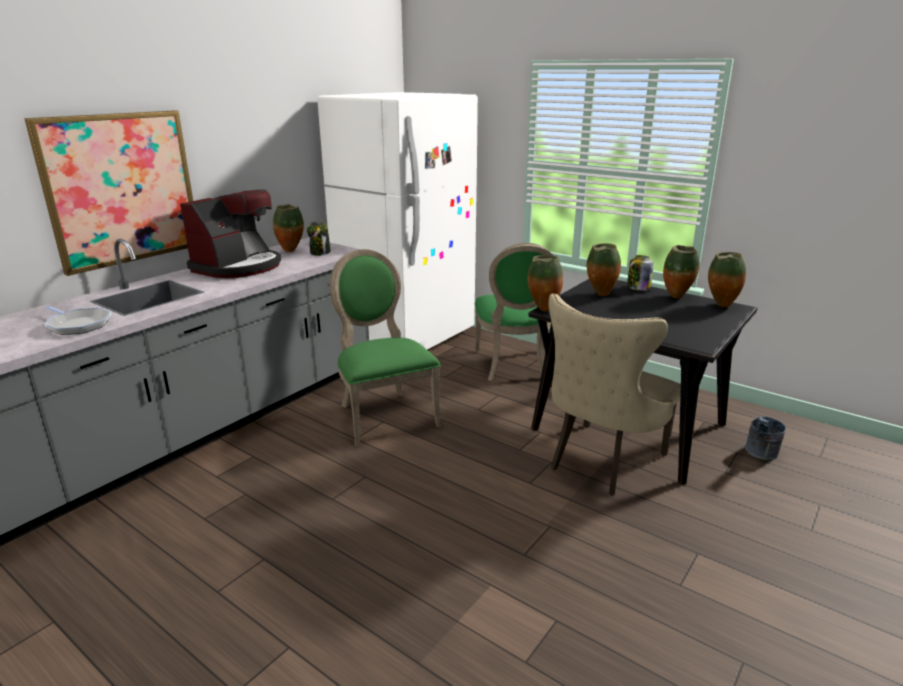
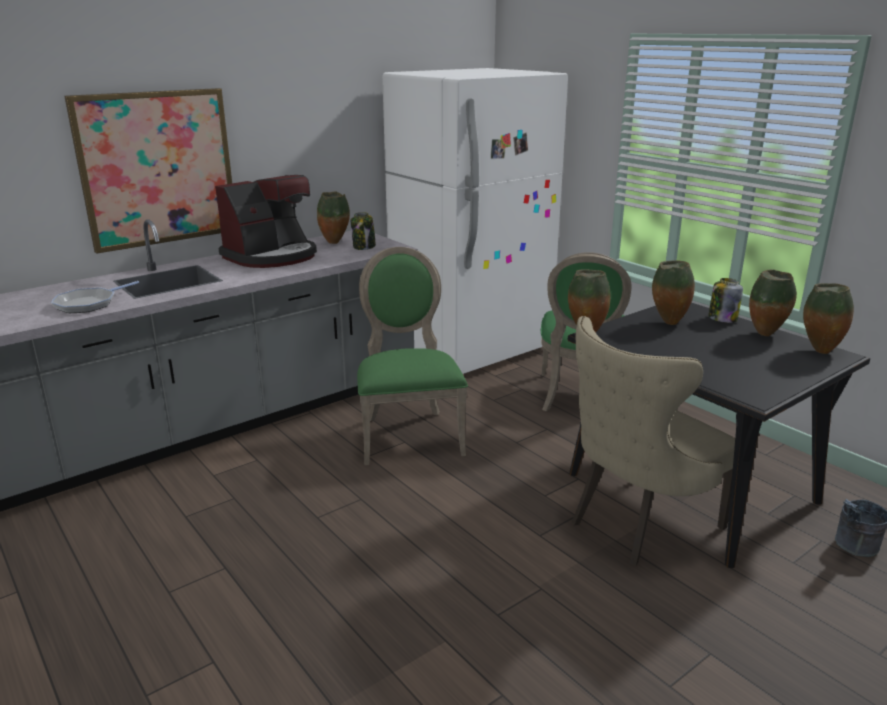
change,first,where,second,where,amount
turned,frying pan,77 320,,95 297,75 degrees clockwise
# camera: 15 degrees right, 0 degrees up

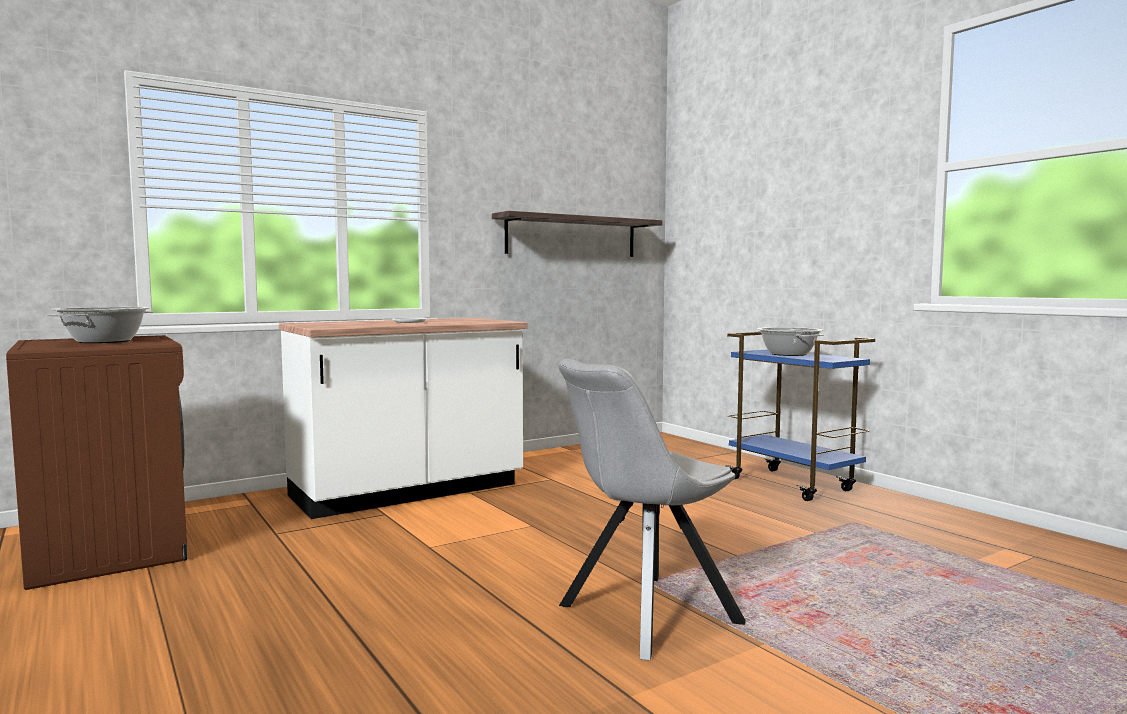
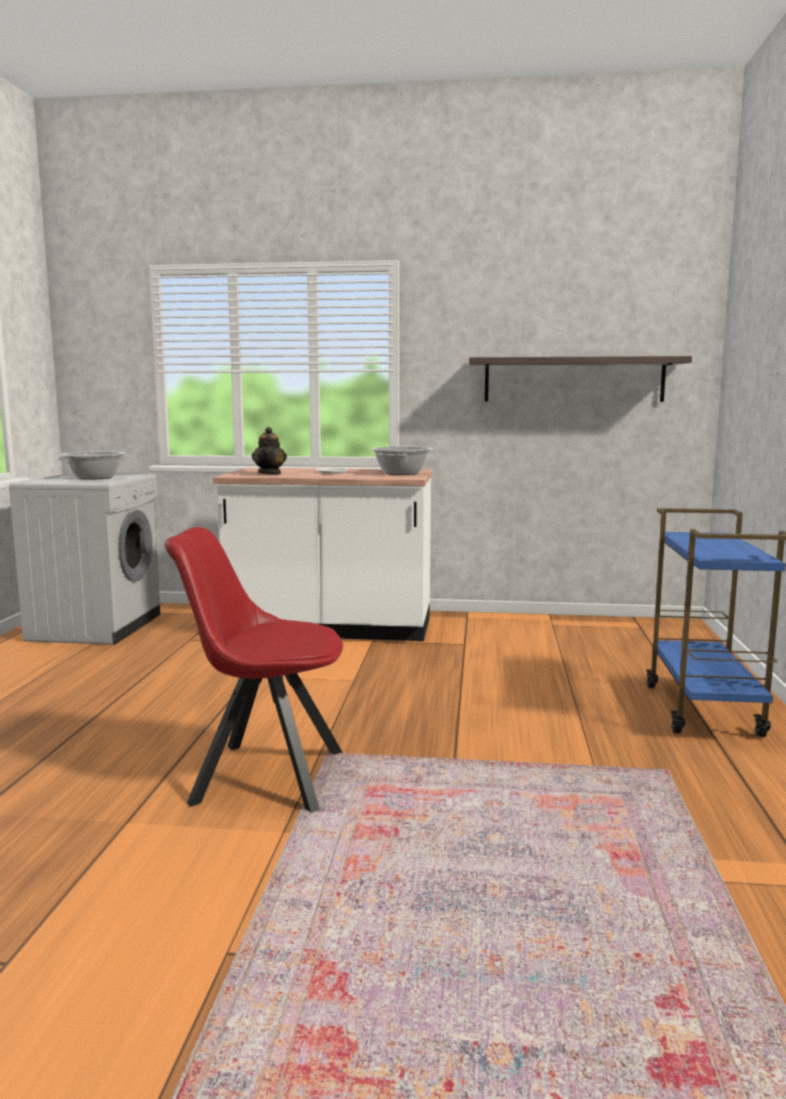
change,first,where,second,where,amount
recoloured,brown washing machine,97 462,white washing machine,84 559,
recoloured,grey chair,652 509,red chair,253 670,
added,,,teapot,269 450,
moved,cooking pot,790 341,,402 461,
# camera: 40 degrees right, 5 degrees up

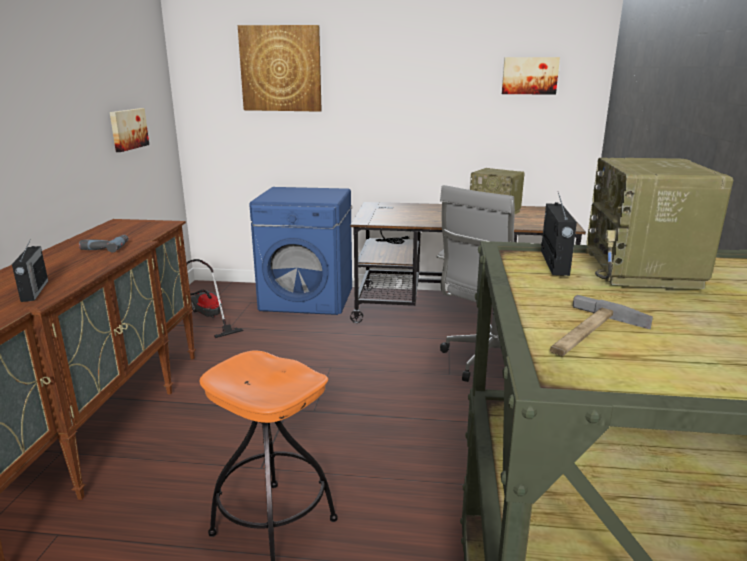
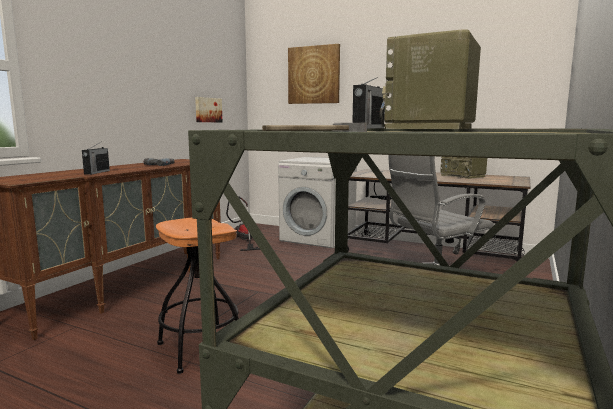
change,first,where,second,where,amount
recoloured,blue washing machine,300 251,white washing machine,317 202,
removed,picture,531 75,,,
# camera: 20 degrees right, 10 degrees down

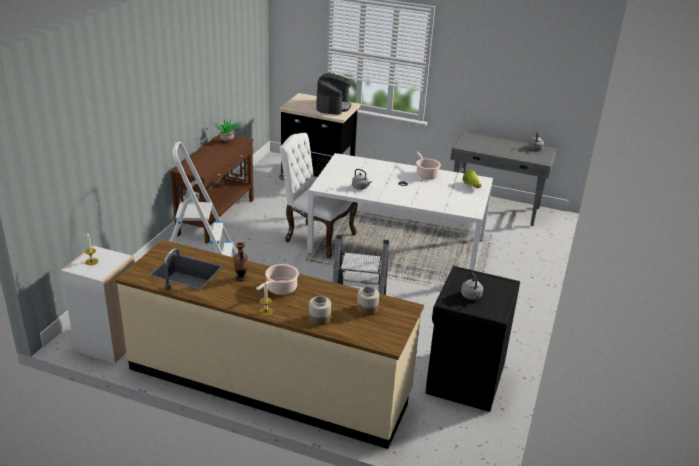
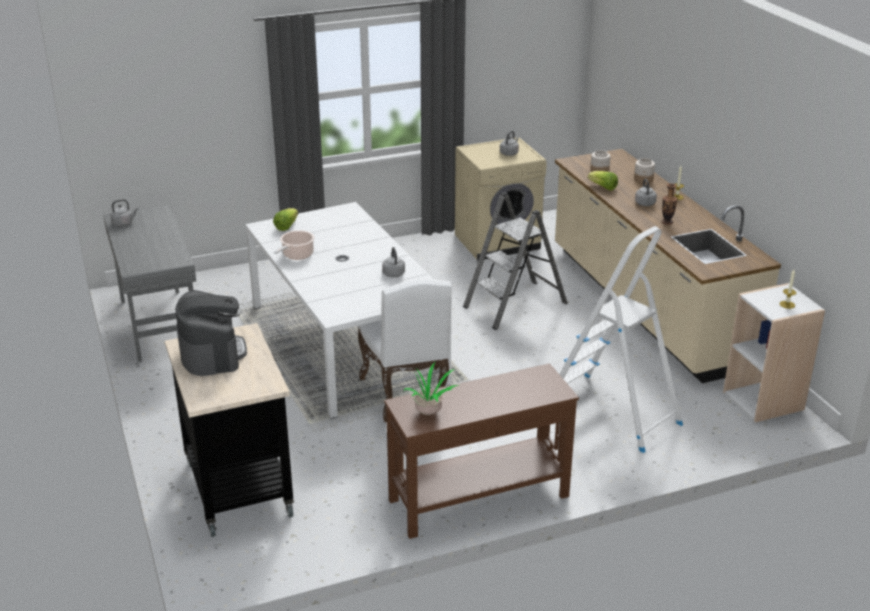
change,first,where,second,where,amount
turned,coffee machine,333 94,,211 333,105 degrees clockwise
recoloured,black washing machine,472 339,beige washing machine,501 198,
added,,,lettuce,603 181,
replaced,cooking pot,277 279,grey kettle,646 192,
# camera: 130 degrees left, 0 degrees up

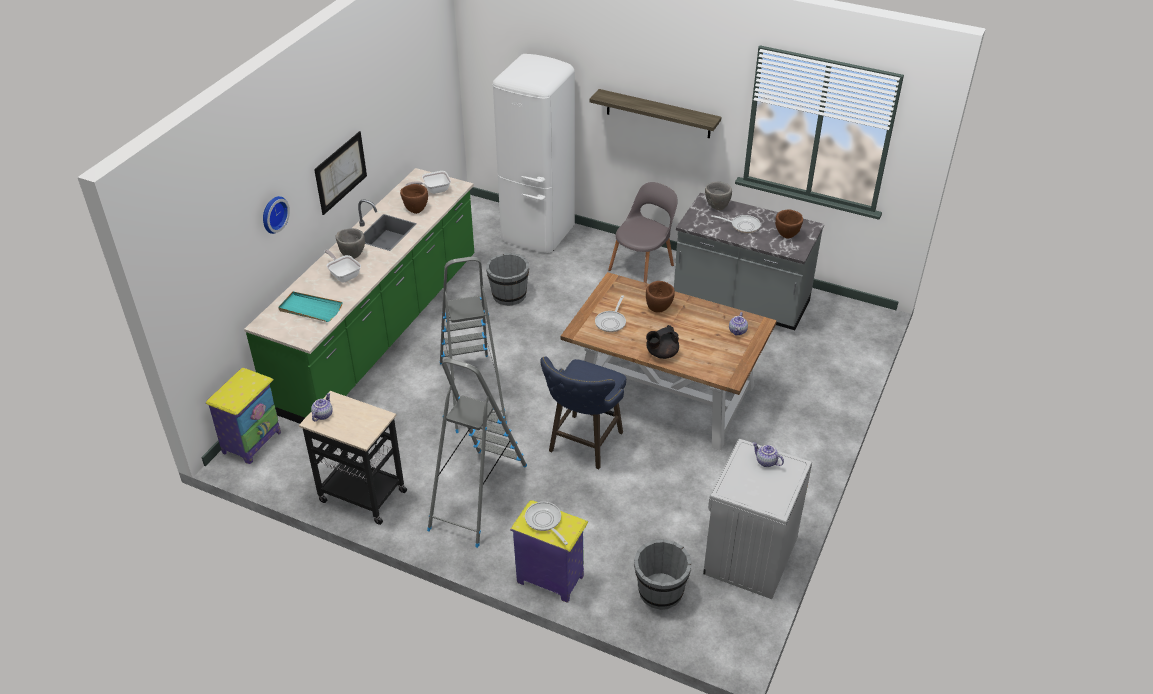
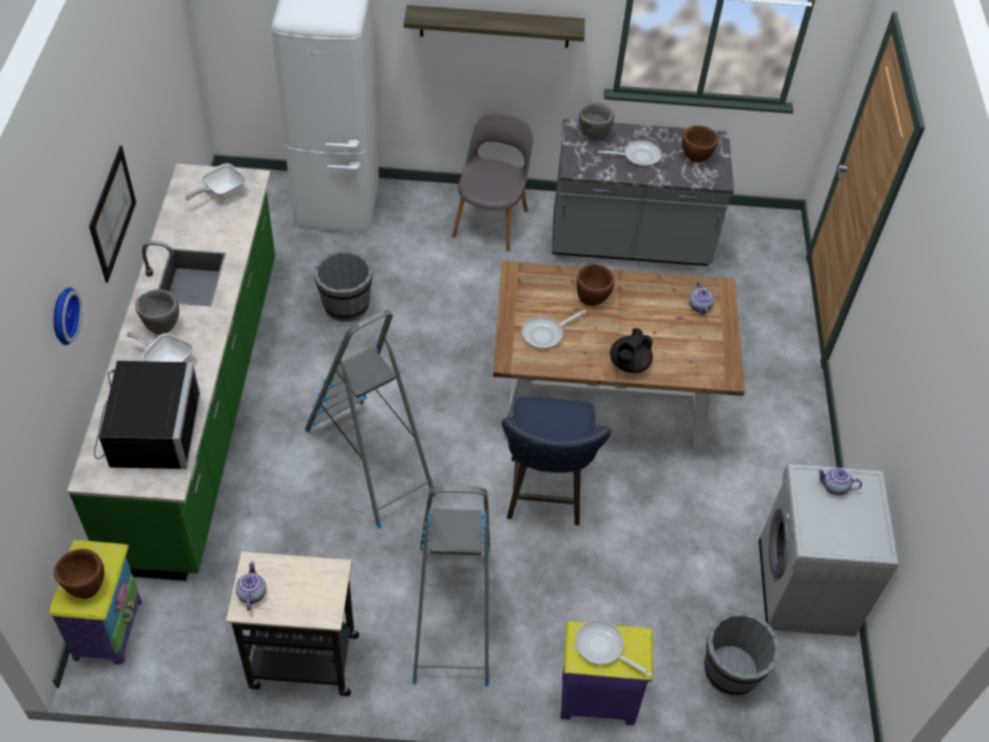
change,first,where,second,where,amount
moved,brown bowl,414 199,,79 574,
replaced,turquoise tray,310 306,black microwave,147 415,
turned,frying pan,610 313,,554 329,60 degrees clockwise
# camera: 25 degrees left, 10 degrees up

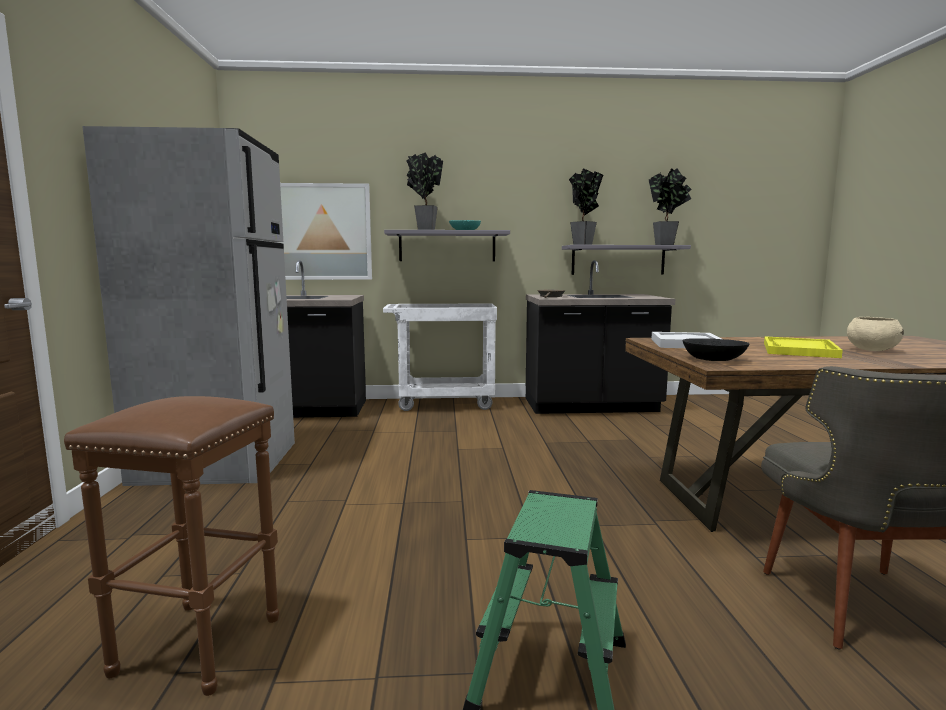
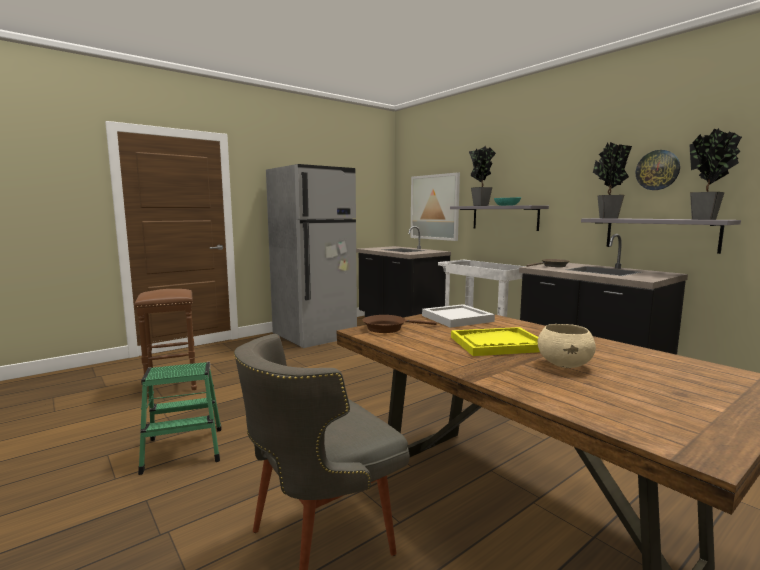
change,first,where,second,where,amount
replaced,black bowl,716 349,brown frying pan,400 324,
added,,,wall clock,658 170,
# camera: 55 degrees right, 0 degrees up

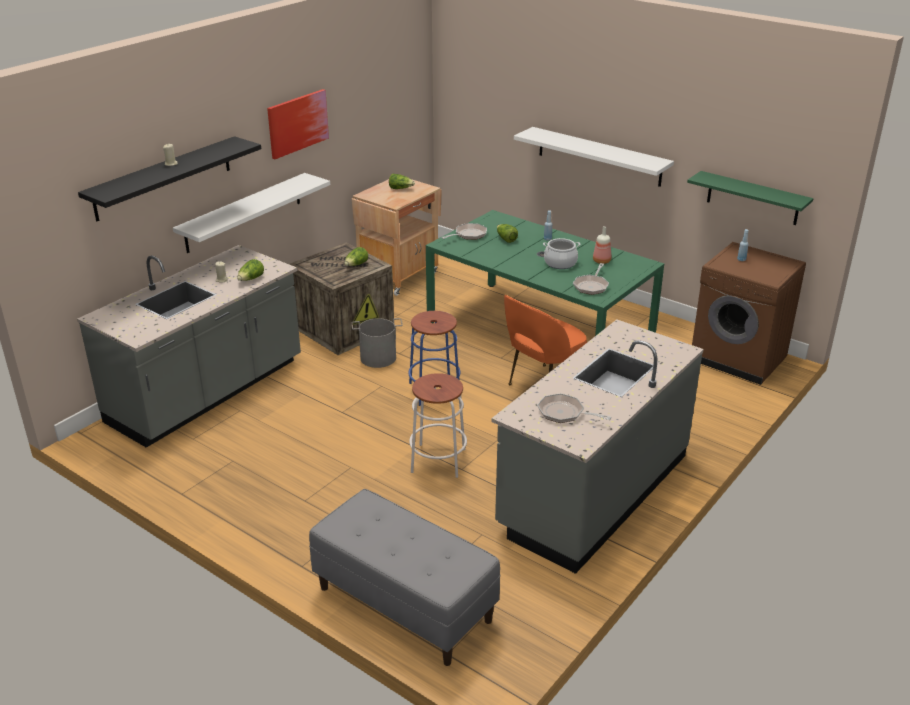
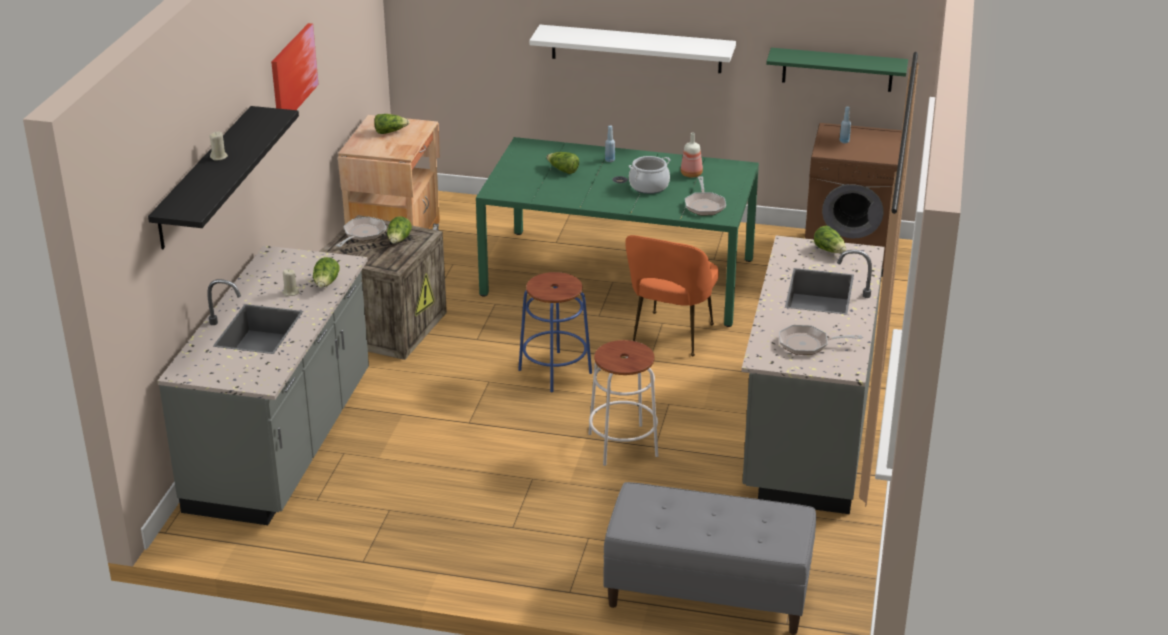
change,first,where,second,where,amount
moved,frying pan,464 231,,361 232,
added,,,lettuce,830 239,
removed,white shelf,251 213,,,
removed,grey bucket,377 343,,,
# camera: 25 degrees left, 0 degrees up

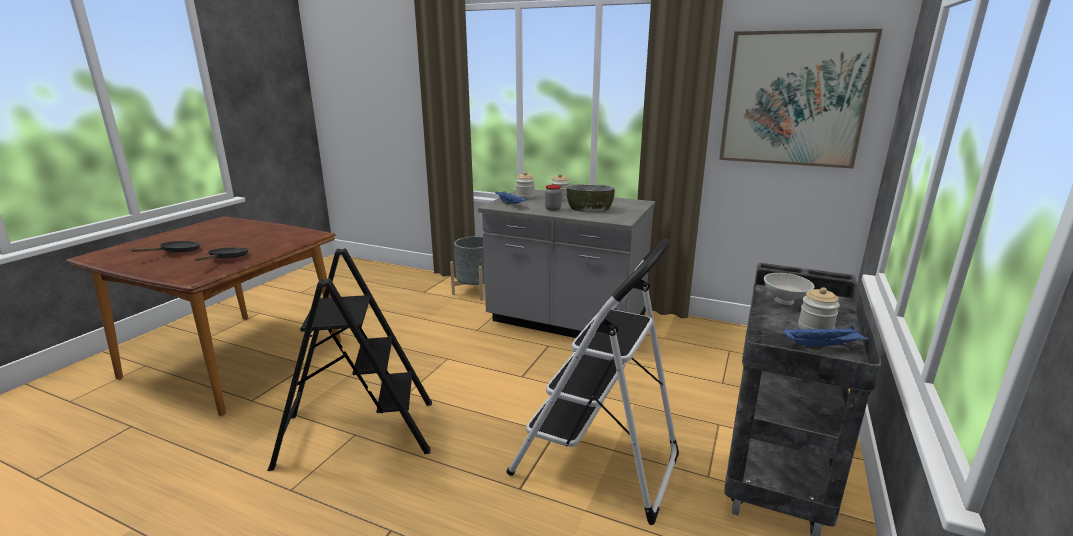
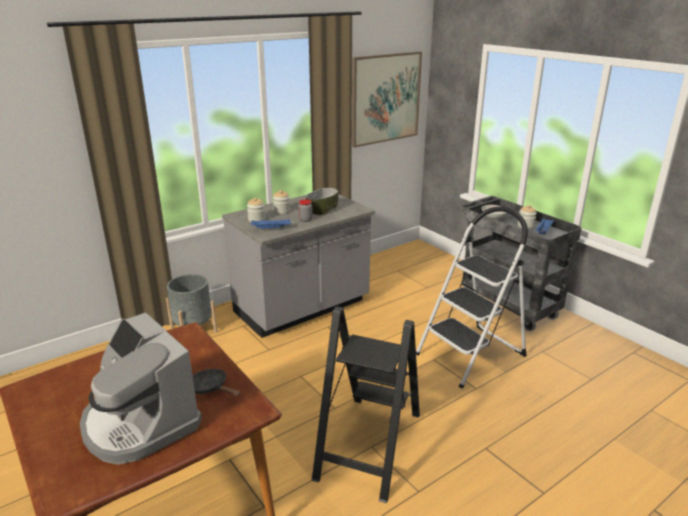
change,first,where,second,where,amount
replaced,black frying pan,165 246,coffee machine,141 388,
# camera: 60 degrees left, 5 degrees up

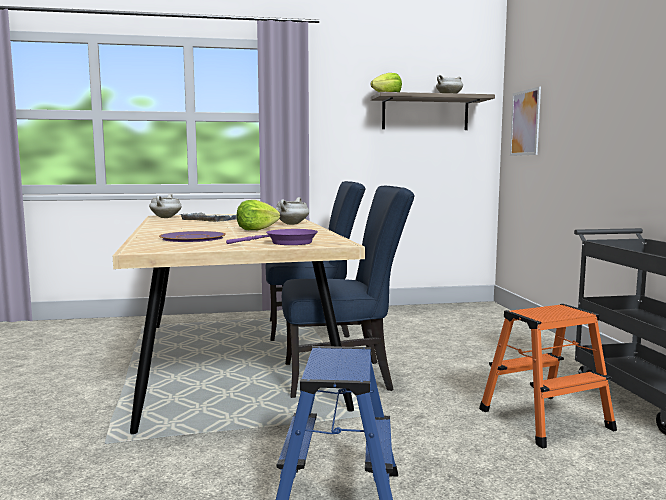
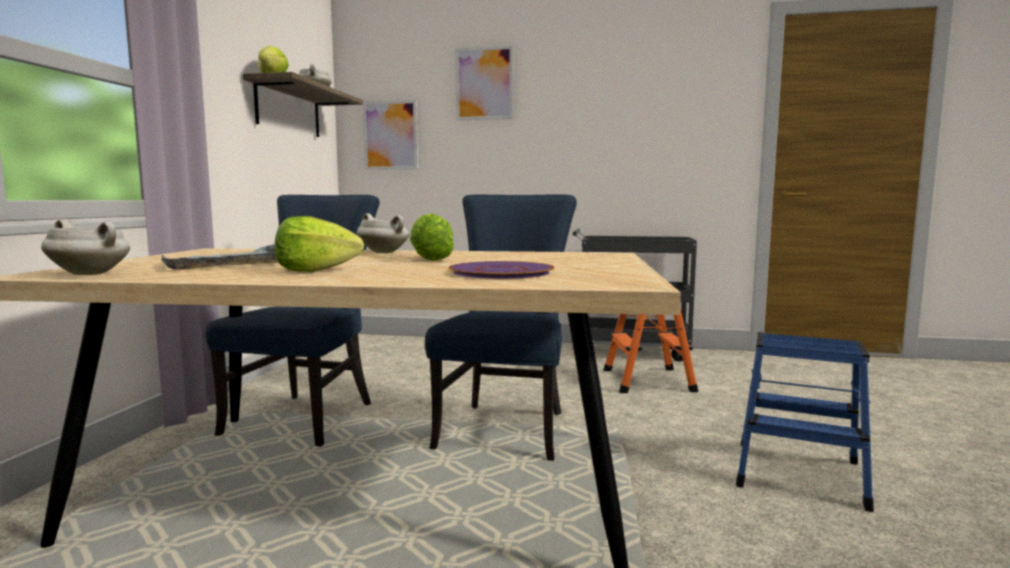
change,first,where,second,where,amount
added,,,lettuce,319 244,
added,,,picture,484 83,
removed,purple frying pan,272 237,,,
# camera: 70 degrees left, 0 degrees up

